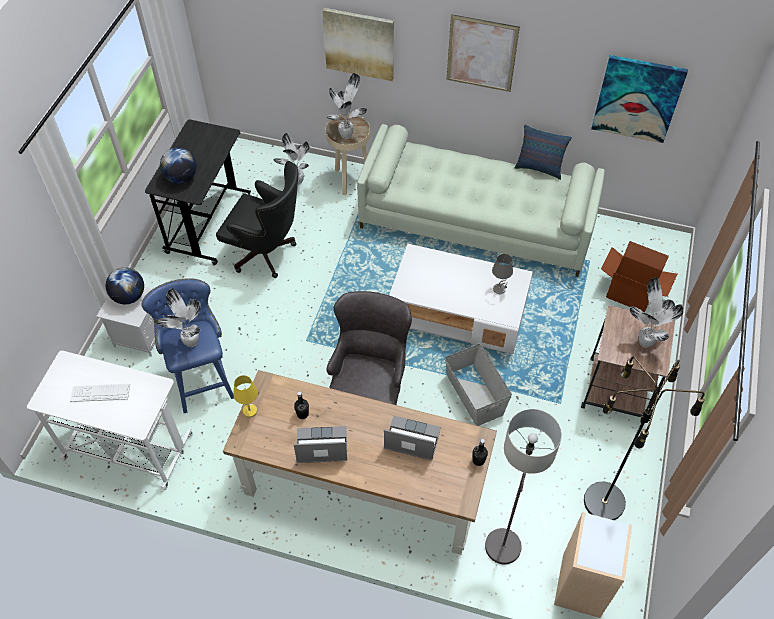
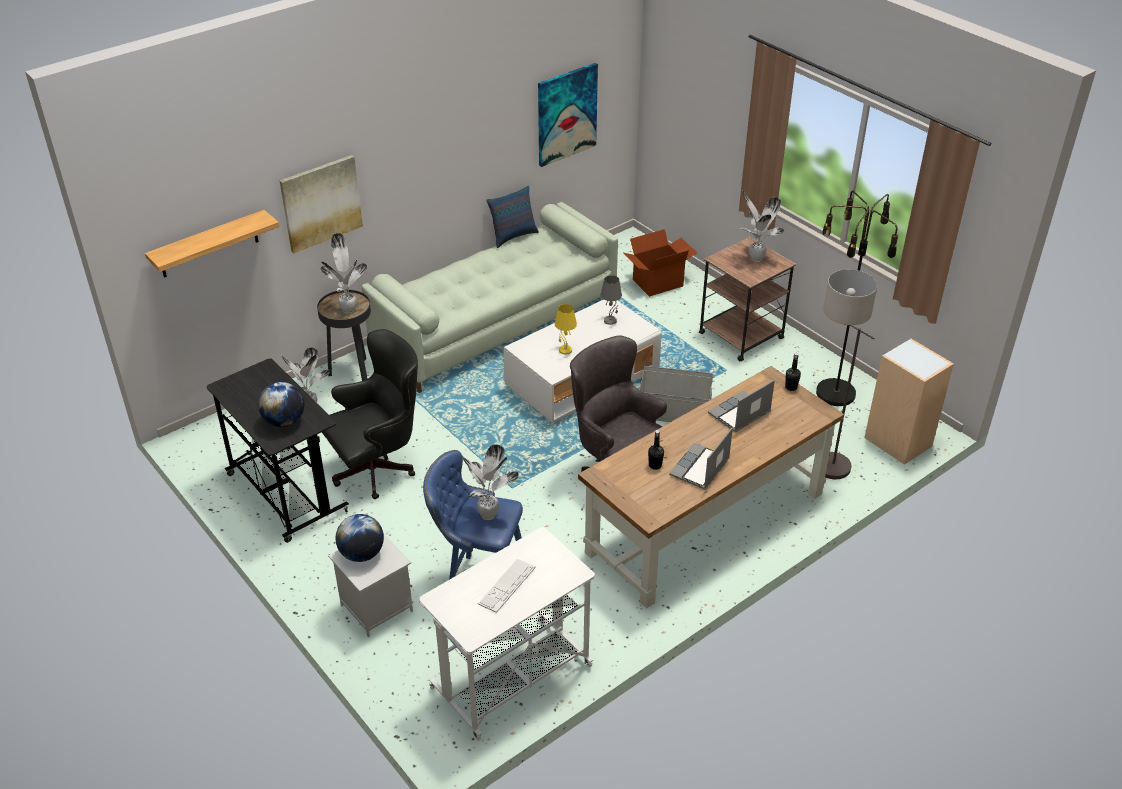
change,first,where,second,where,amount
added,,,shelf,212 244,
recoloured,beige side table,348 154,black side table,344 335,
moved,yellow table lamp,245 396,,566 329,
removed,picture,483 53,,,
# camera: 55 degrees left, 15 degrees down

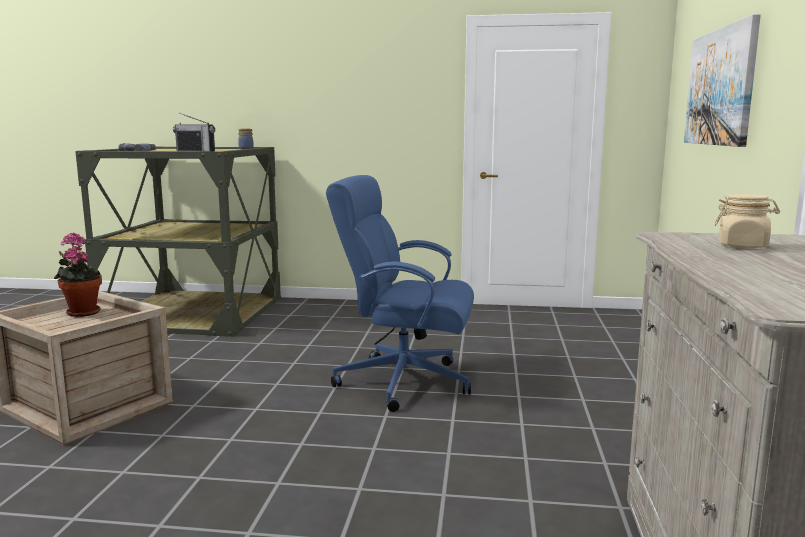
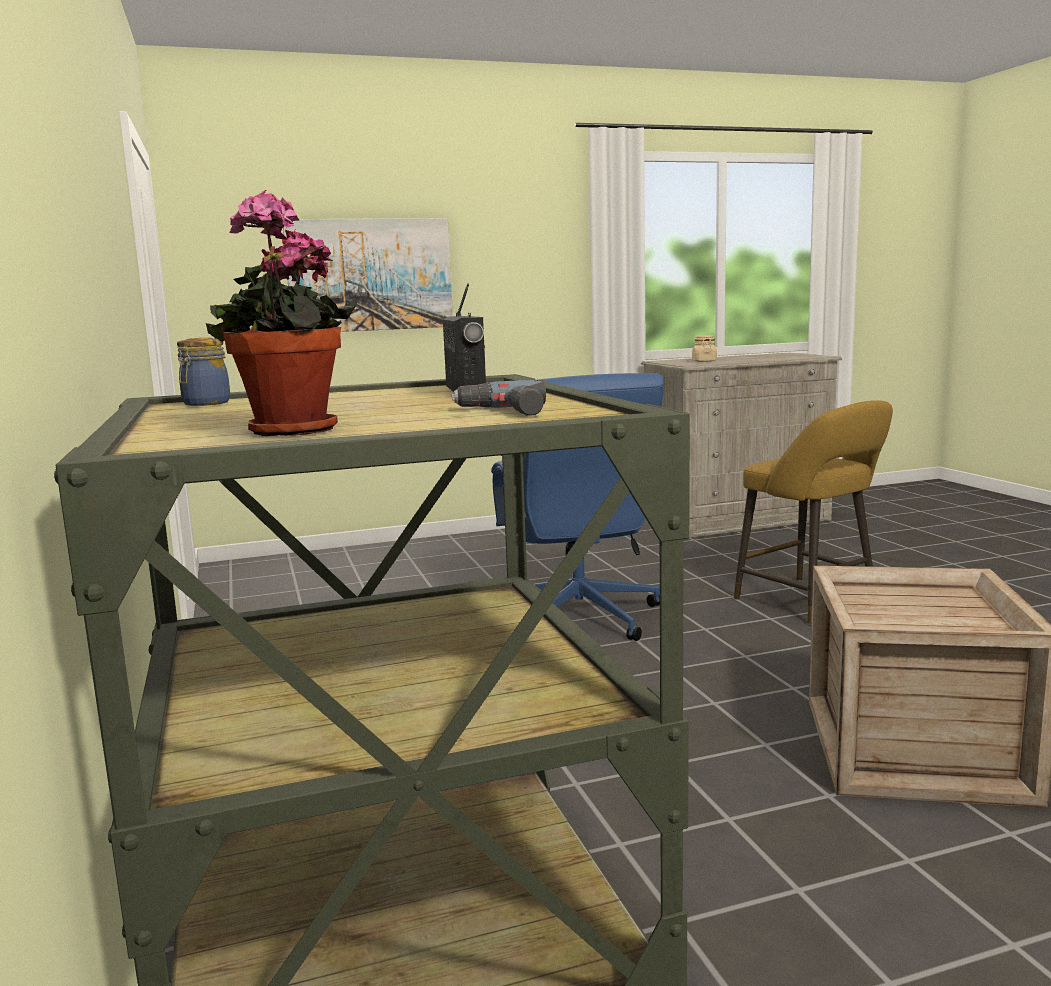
change,first,where,second,where,amount
moved,potted plant,78 275,,281 313,
added,,,yellow stool,813 512,
# camera: 115 degrees left, 0 degrees up

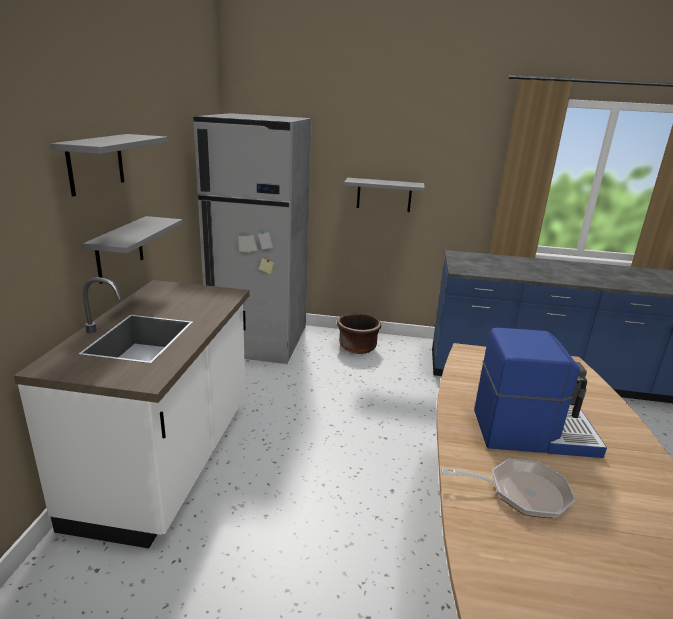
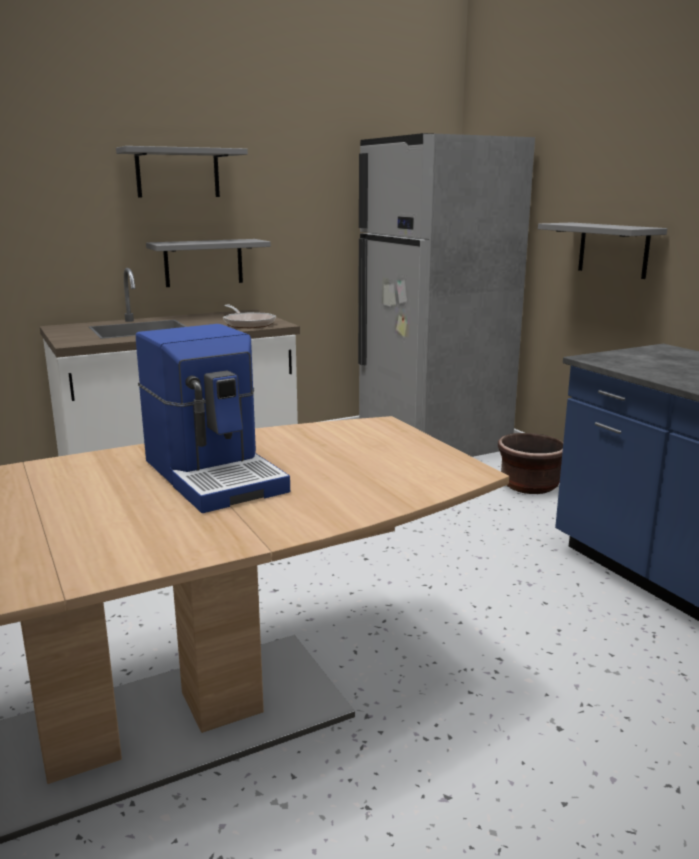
change,first,where,second,where,amount
moved,frying pan,508 488,,249 316,
# camera: 55 degrees right, 5 degrees down

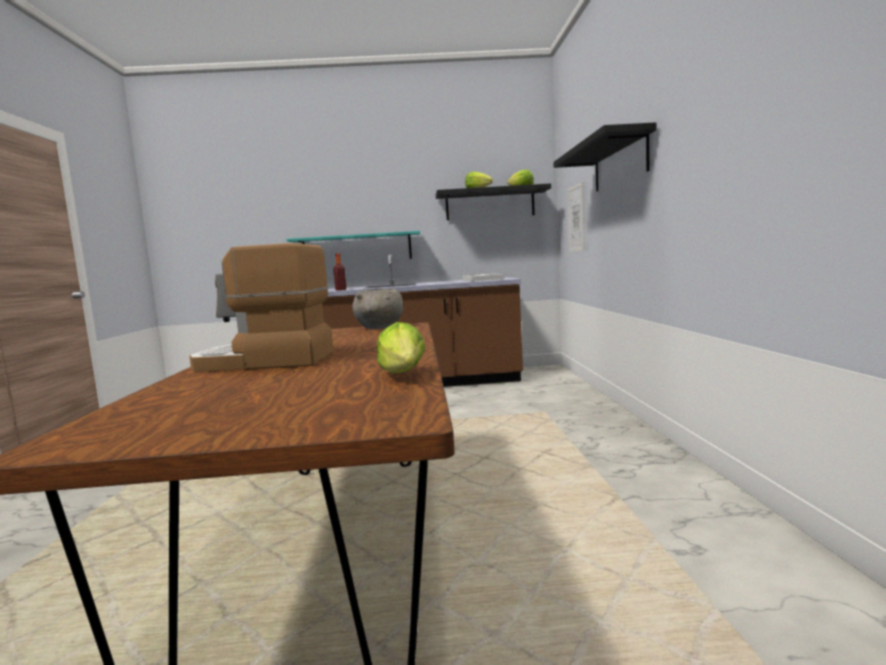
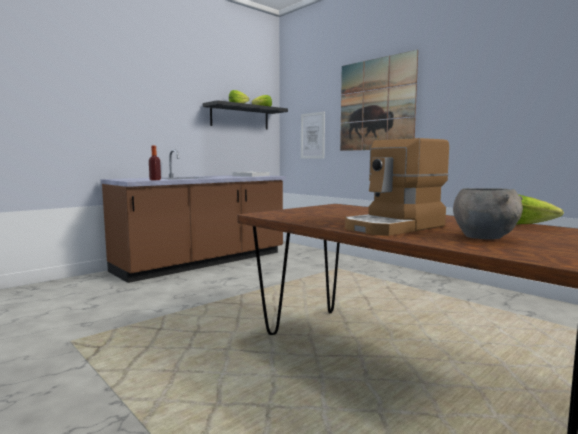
change,first,where,second,where,amount
replaced,black shelf,605 157,picture,379 100,
moved,grey bowl,378 309,,488 213,
removed,turquoise shelf,353 245,,,
# camera: 40 degrees left, 0 degrees up

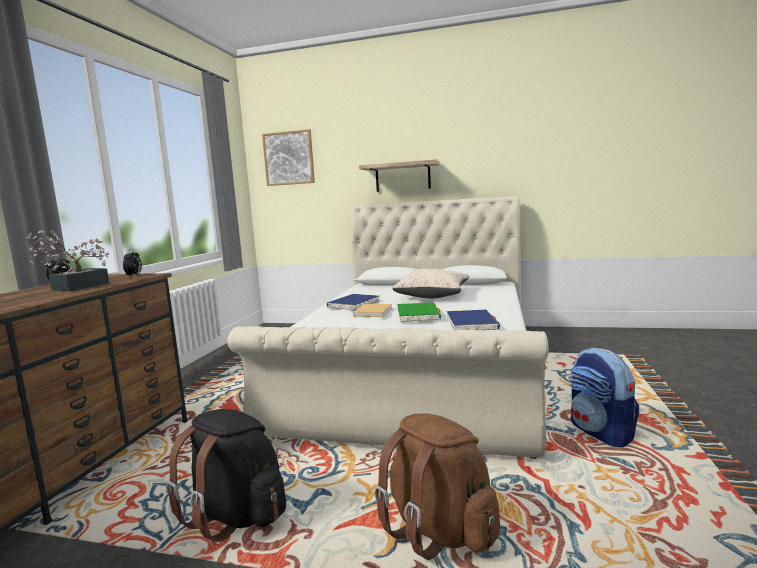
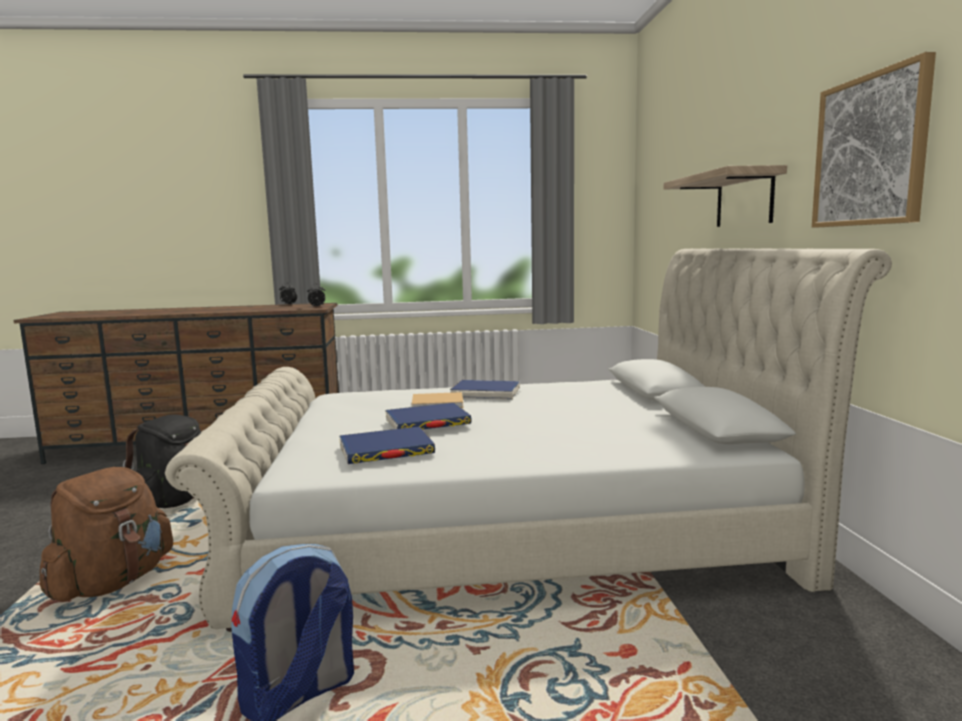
change,first,where,second,where,amount
recoloured,green book,419 312,blue book,428 416,
moved,picture,288 157,,874 140,
removed,potted plant,67 260,,,
removed,beige pillow,430 283,,,
# camera: 70 degrees right, 0 degrees up

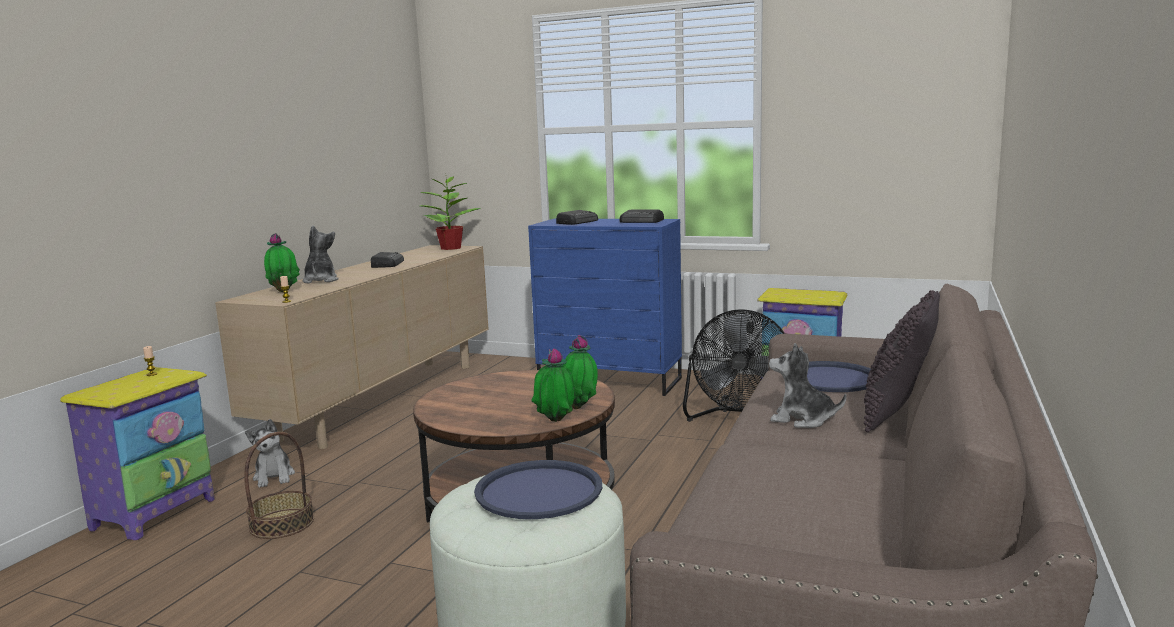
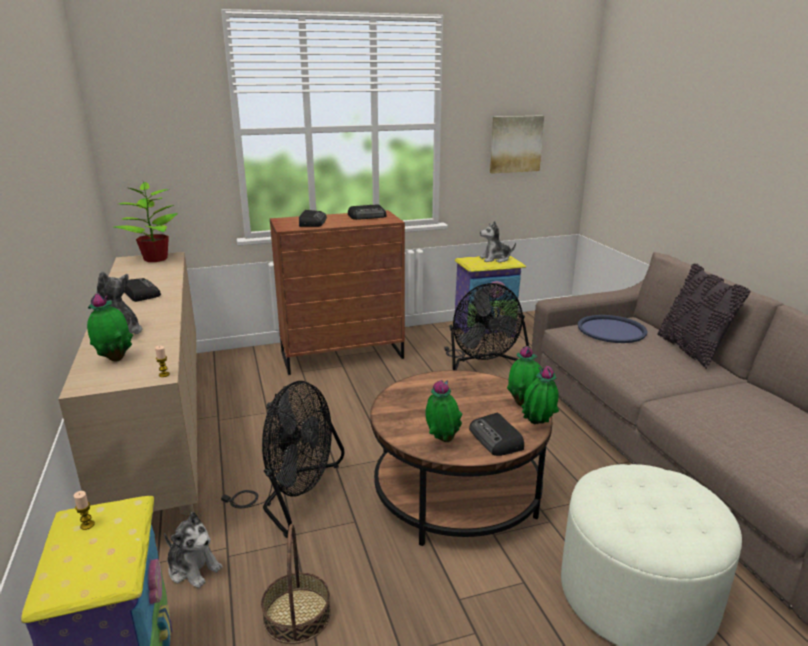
change,first,where,second,where,amount
added,,,black fan,282 459,
recoloured,blue dresser,605 307,brown dresser,337 292,
added,,,potted plant,444 411,
added,,,radio,496 434,
moved,plush toy,808 385,,498 242,
added,,,picture,517 144,
removed,blue tray,538 489,,,
# camera: 40 degrees left, 10 degrees up

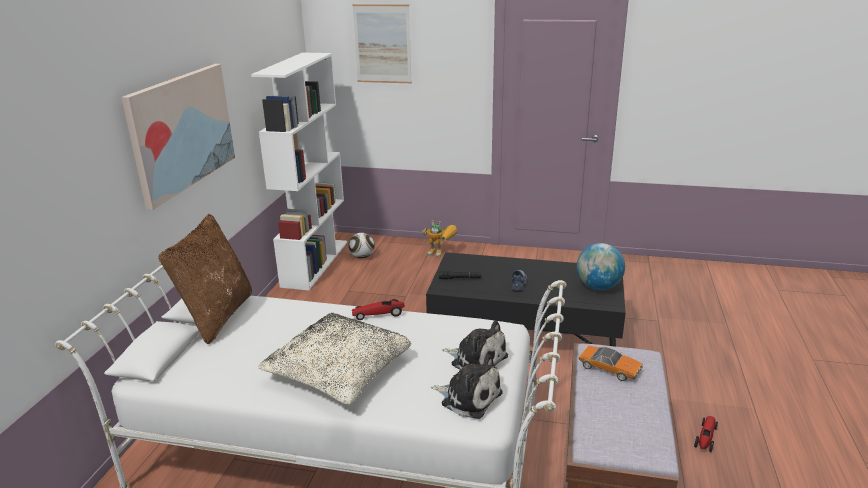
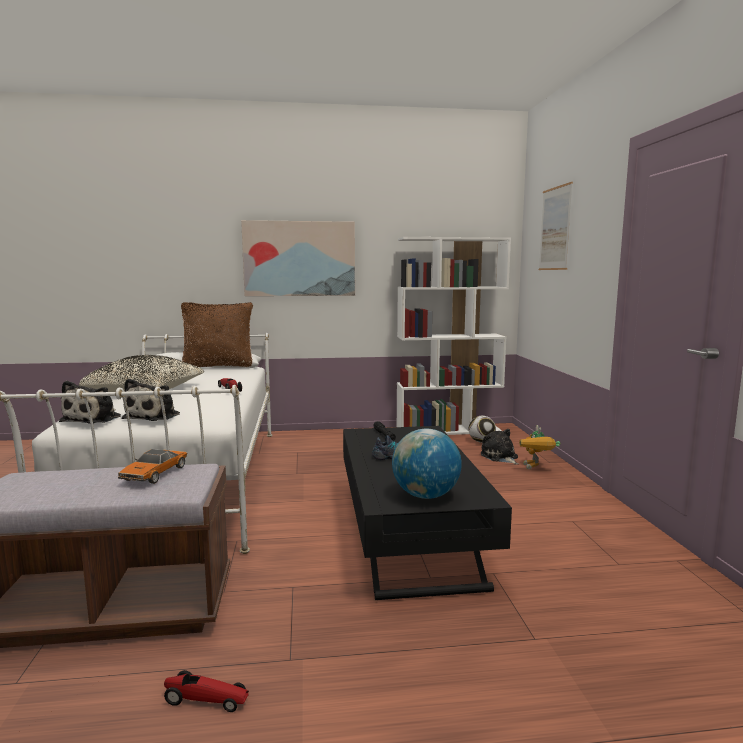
change,first,where,second,where,amount
added,,,plush toy,500 446,
# camera: 70 degrees right, 15 degrees down

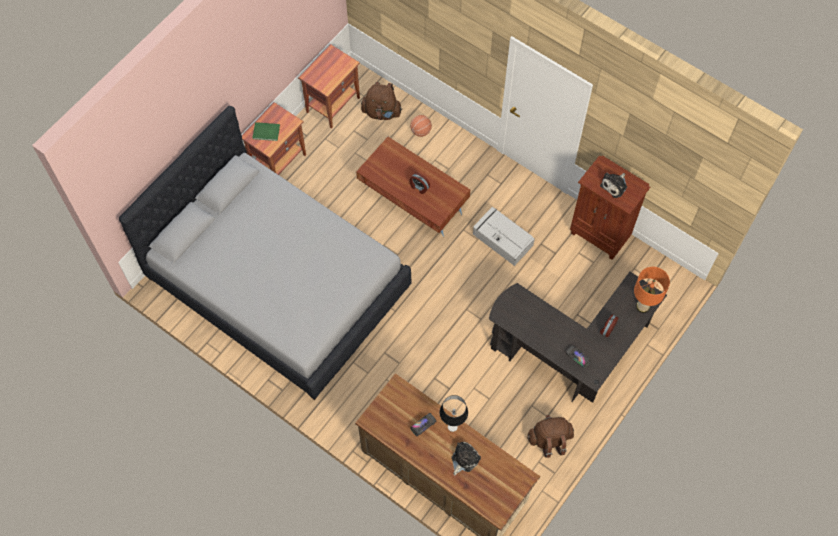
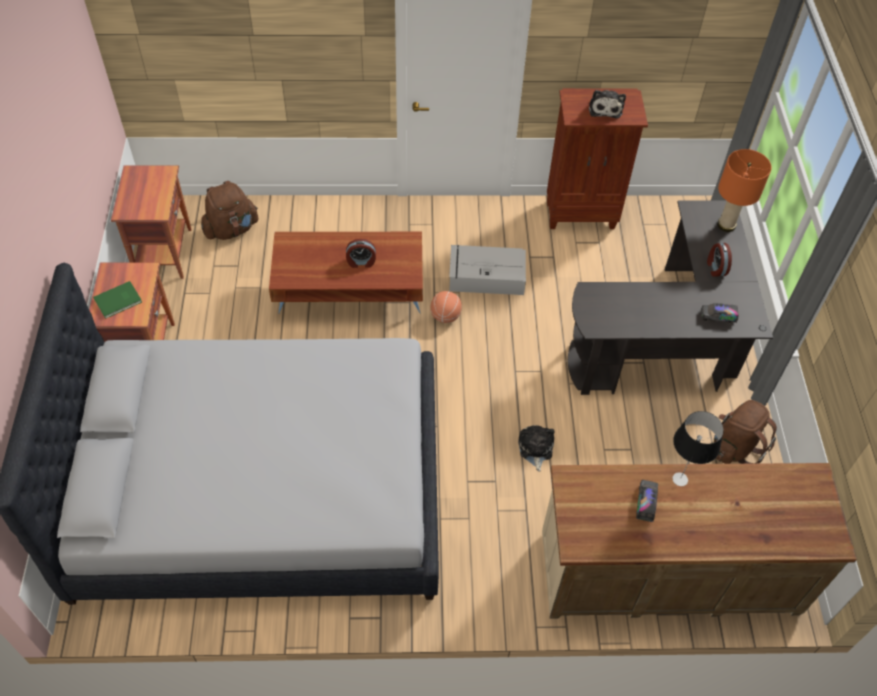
change,first,where,second,where,amount
moved,basketball,421 126,,446 307,
moved,plush toy,466 459,,536 448,
# camera: 40 degrees left, 10 degrees down

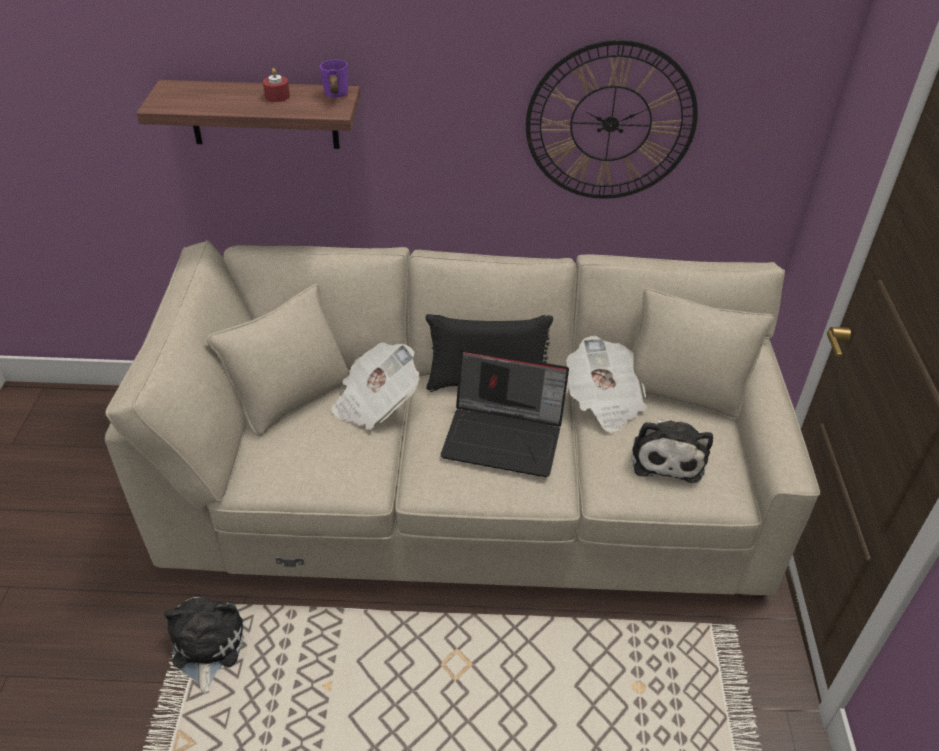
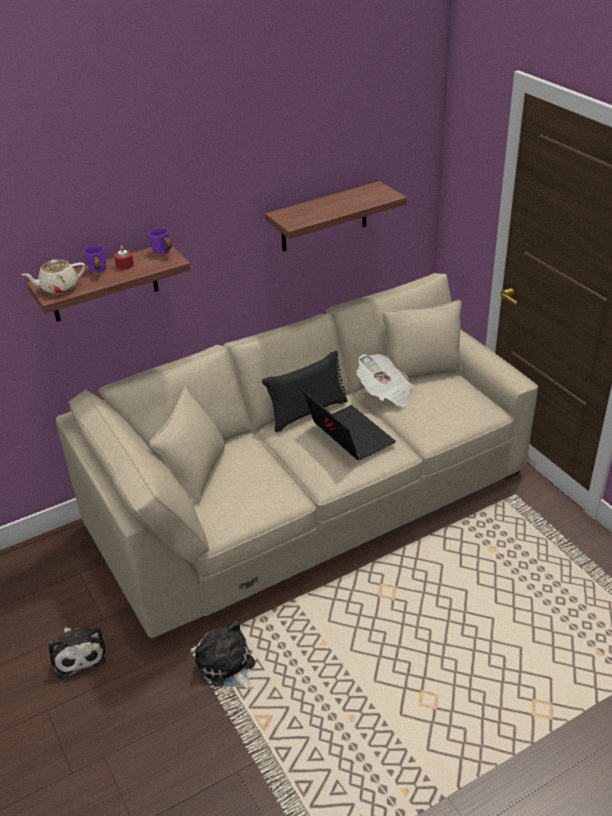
change,first,where,second,where,amount
added,,,beige teapot,53 276,
moved,plush toy,672 450,,77 653,
added,,,purple mug,95 258,
replaced,wall clock,612 119,shelf,336 216,
turned,laptop,505 413,,349 425,105 degrees counterclockwise
removed,newspaper,375 386,,,
# camera: 30 degrees left, 5 degrees down

